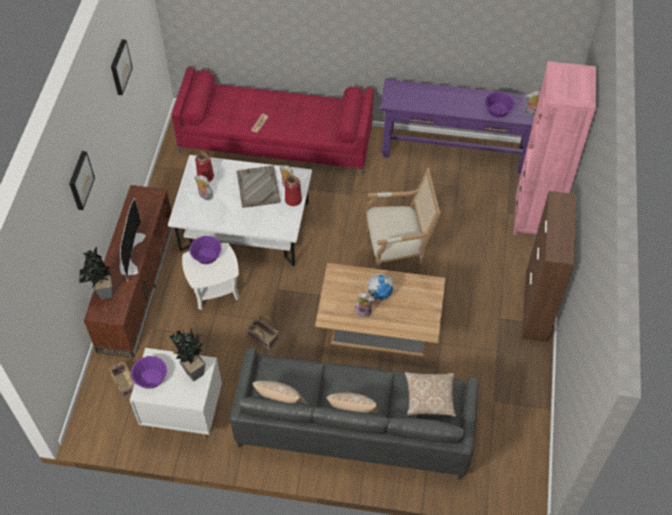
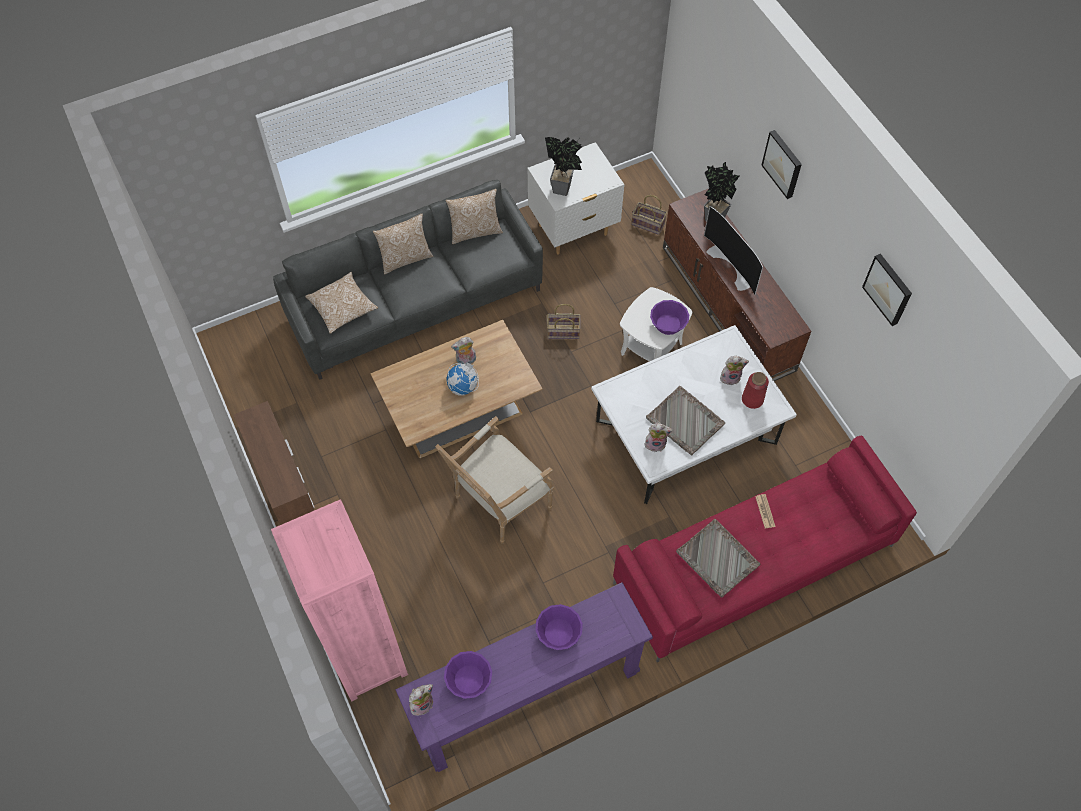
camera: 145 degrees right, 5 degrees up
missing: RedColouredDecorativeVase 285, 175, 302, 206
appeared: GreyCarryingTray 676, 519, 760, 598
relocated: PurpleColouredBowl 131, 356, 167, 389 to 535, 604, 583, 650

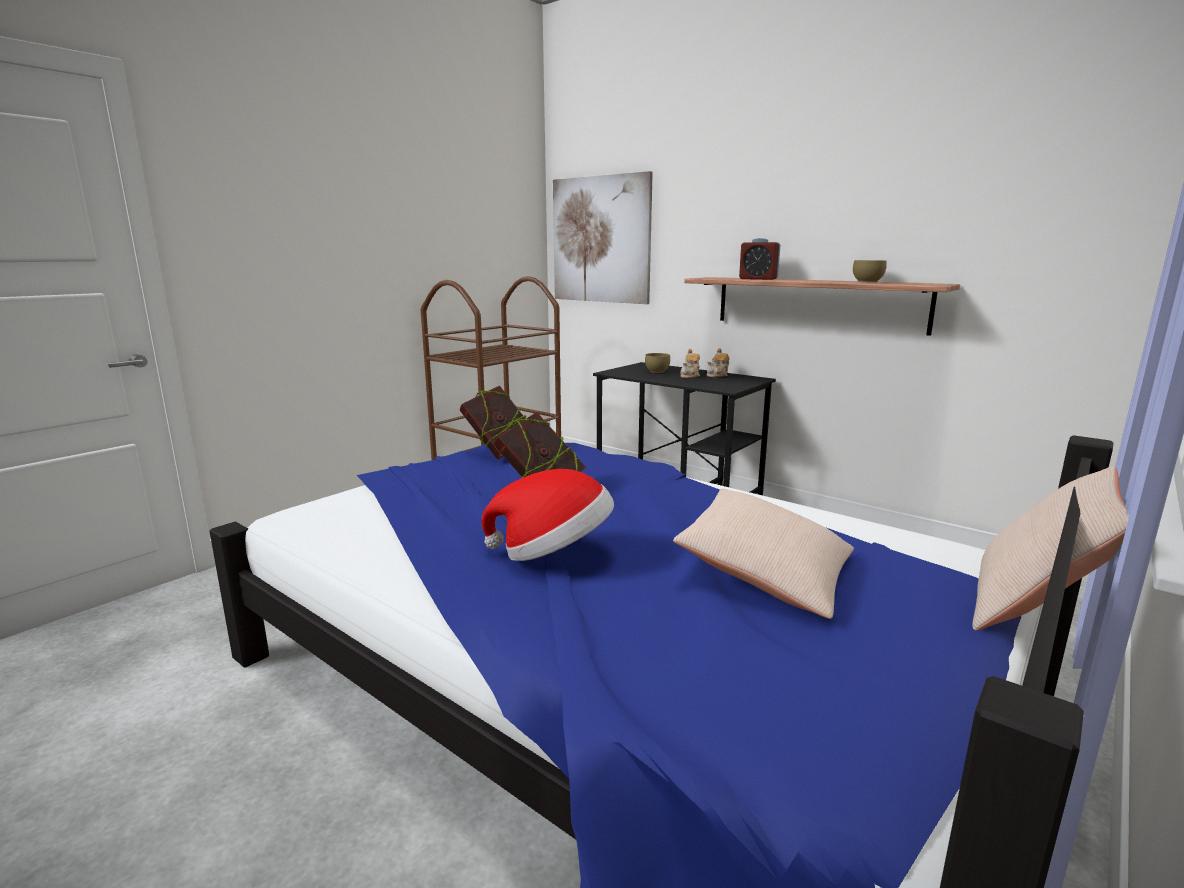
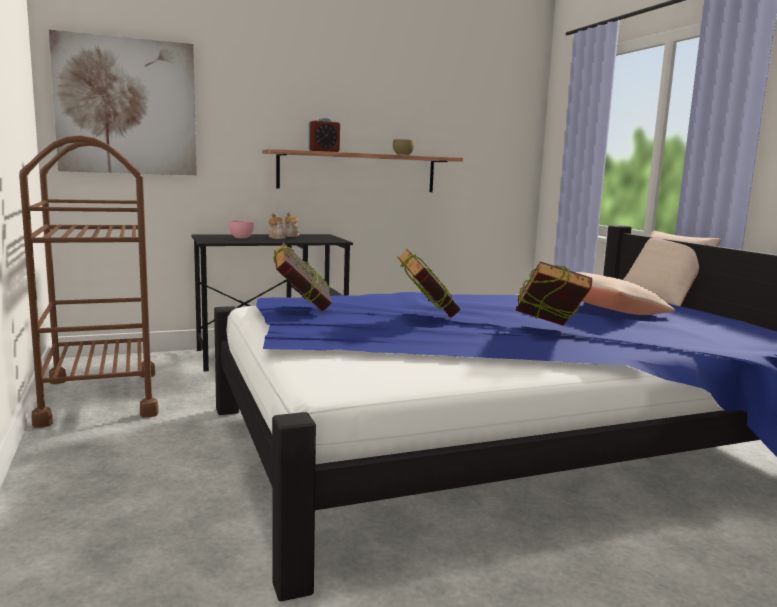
camera: 60 degrees left, 5 degrees down
exchanged: Hat 482, 469, 614, 561 to Volume 515, 262, 592, 326
colour: BrownBowl 645, 353, 670, 373 to PinkColouredBowl 229, 220, 254, 238

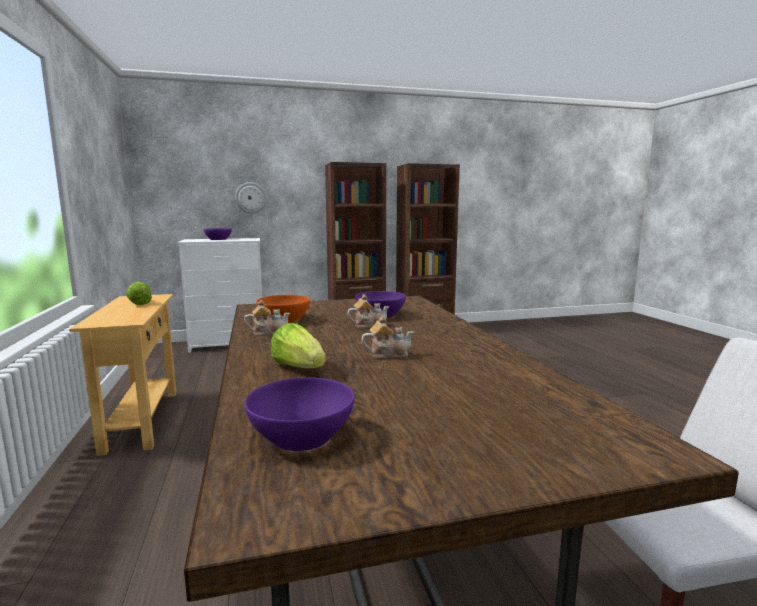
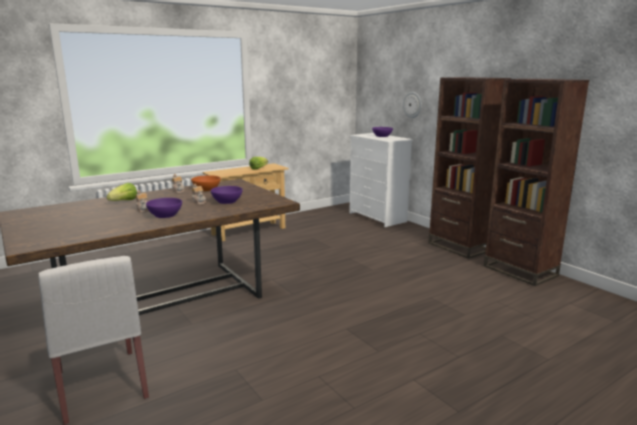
camera: 70 degrees right, 5 degrees up
relocated: PurpleColouredBowl 244, 377, 355, 451 to 146, 198, 182, 218

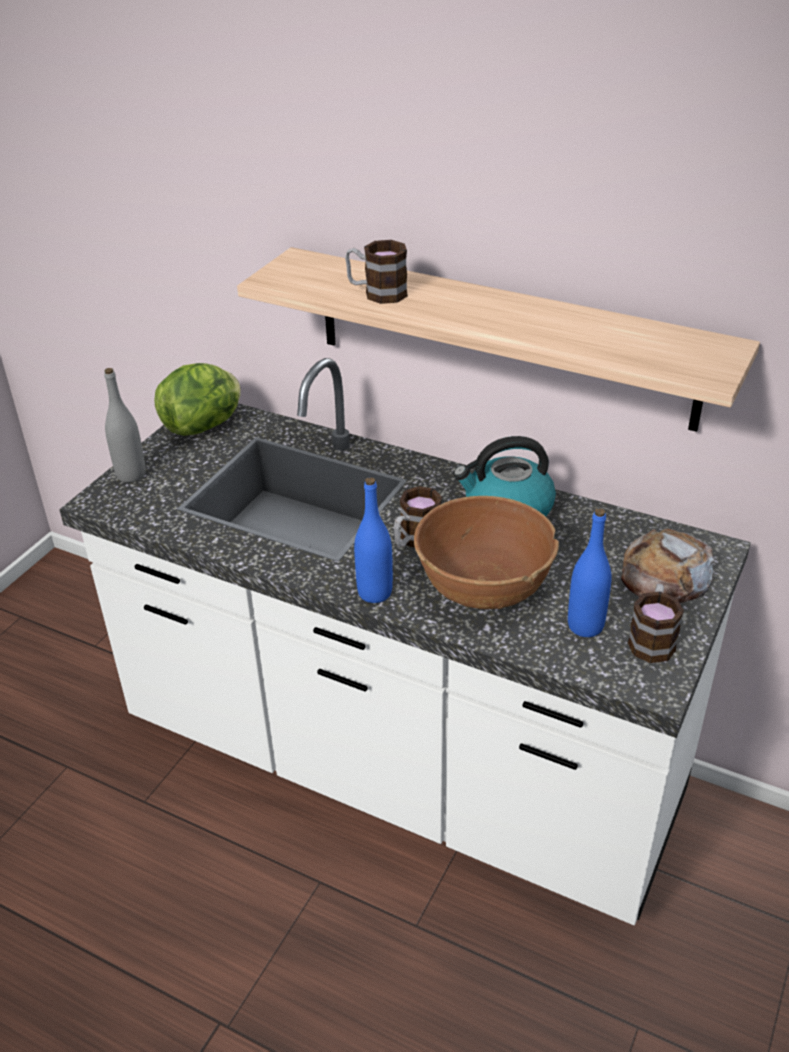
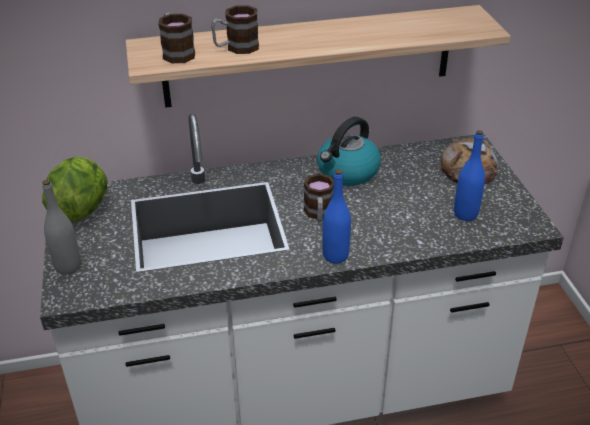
camera: 40 degrees left, 0 degrees up
missing: BrownBowl 414, 496, 559, 609
relocated: Mug 628, 584, 684, 663 to 158, 13, 195, 63

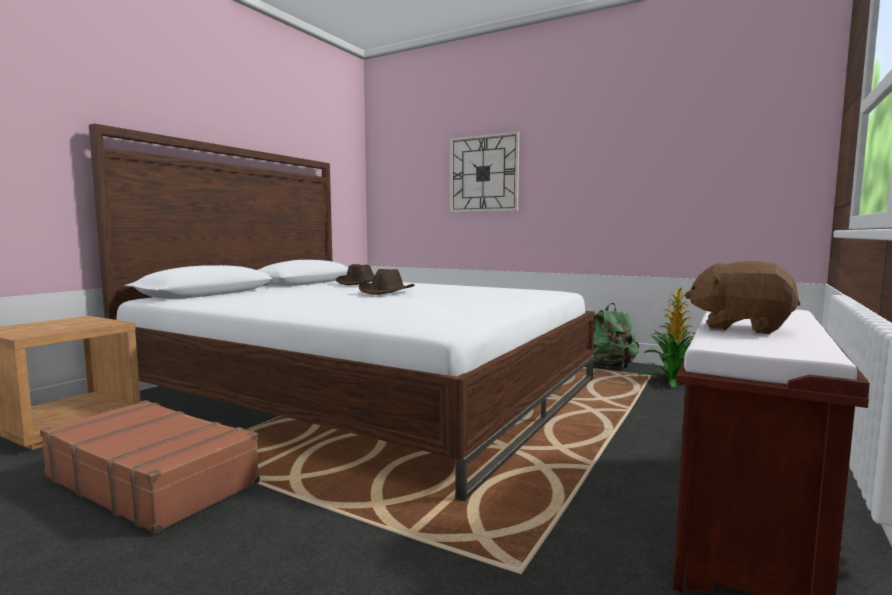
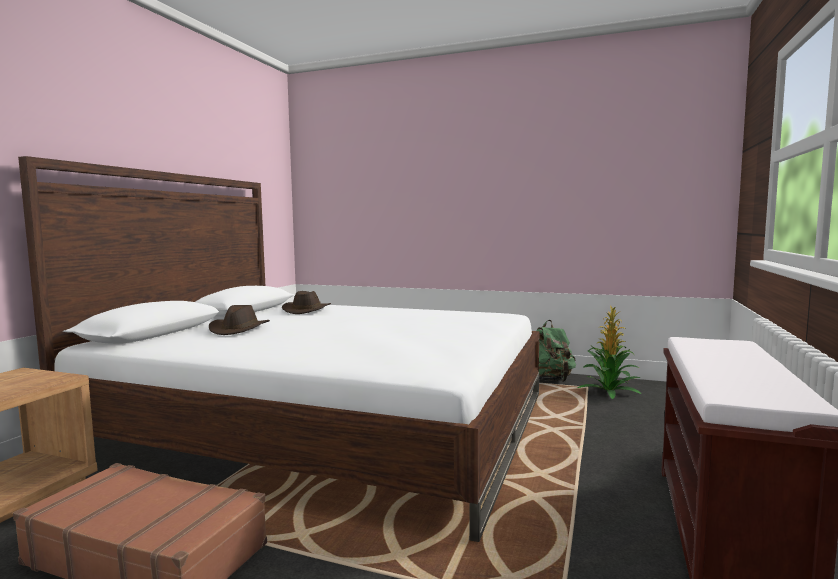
camera: 10 degrees left, 0 degrees up
missing: ClockOnTheWall 450, 131, 519, 212; BrownCuddlyToy 685, 261, 800, 334
relocated: BrownHat 359, 269, 415, 295 to 209, 305, 270, 335

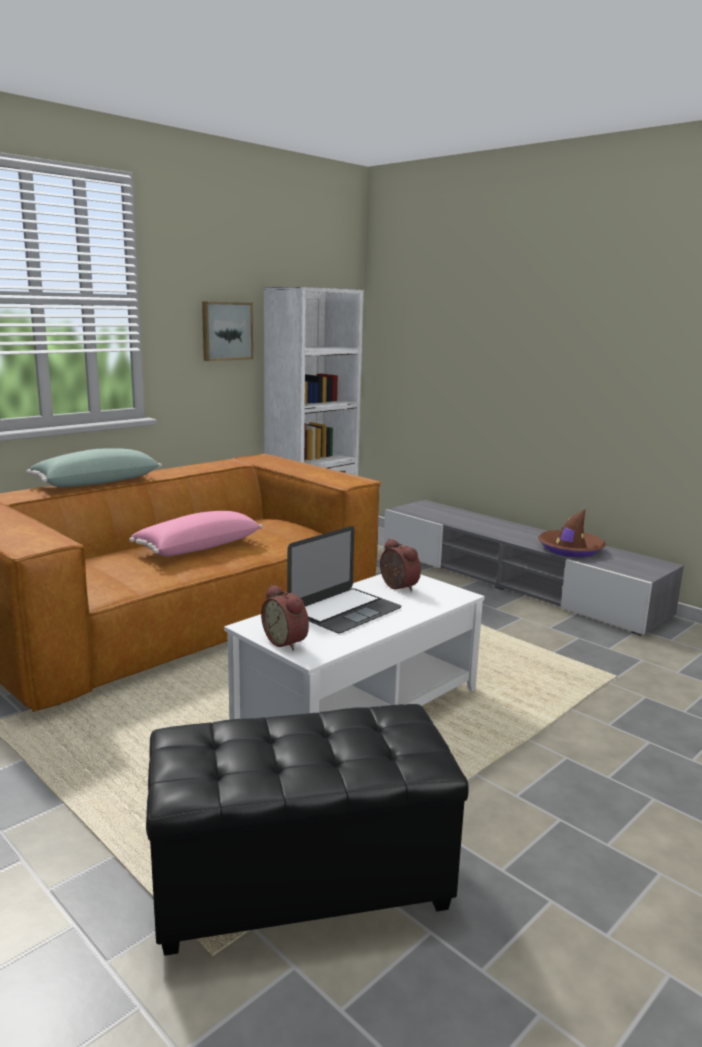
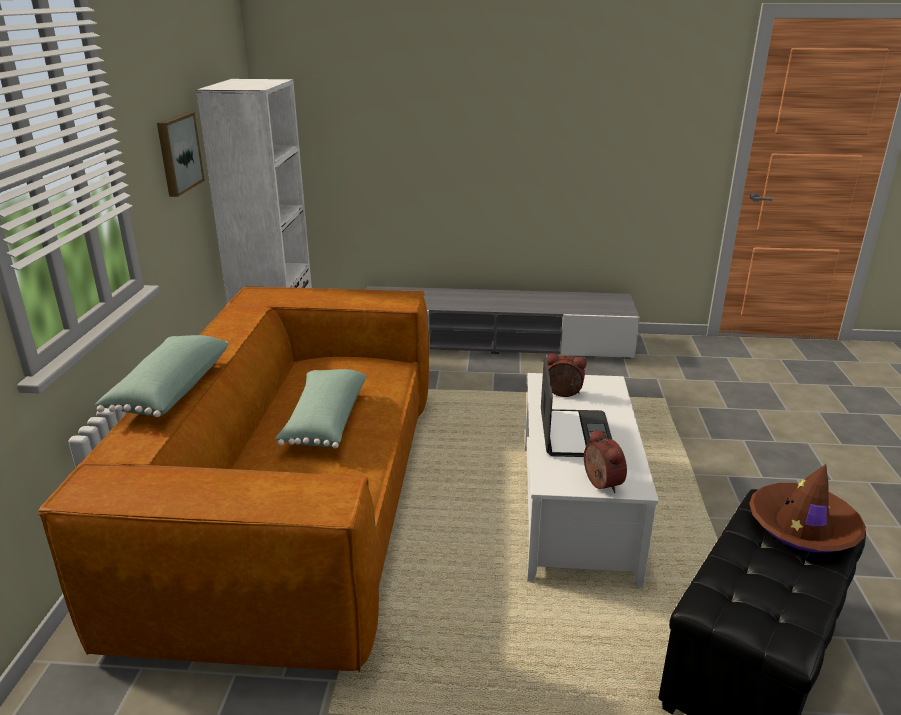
camera: 40 degrees left, 10 degrees up
relocated: BrownHat 538, 509, 606, 557 to 749, 464, 866, 553
colour: PinkColouredCushion 129, 511, 263, 556 to GreenishCushion 275, 369, 367, 449
spun: AlarmClock 261, 584, 309, 651 = 584, 429, 627, 493 120 degrees counterclockwise

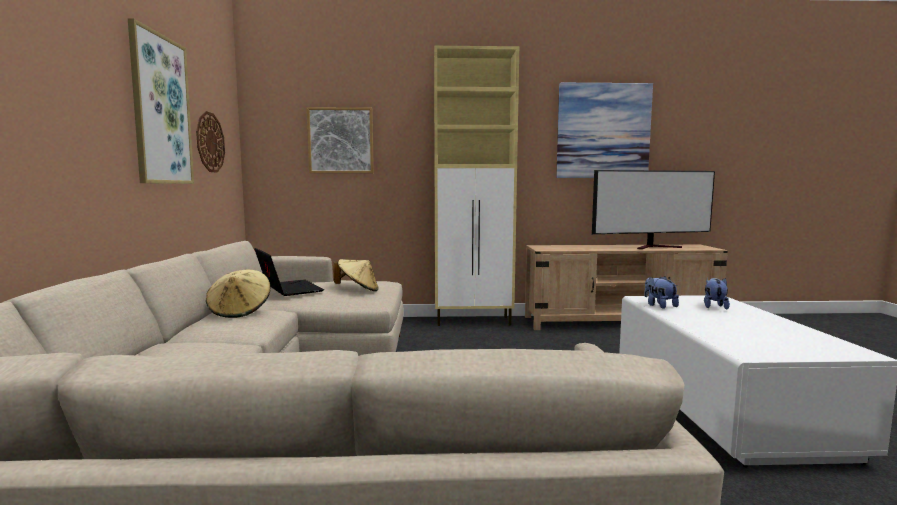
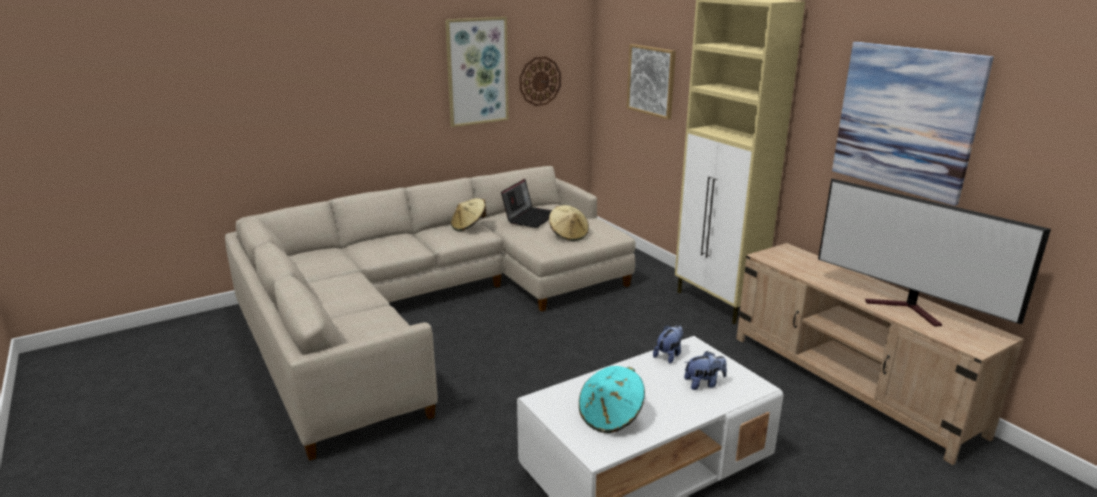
camera: 60 degrees right, 15 degrees up
appeared: TurquoiseColouredHat 579, 366, 645, 433

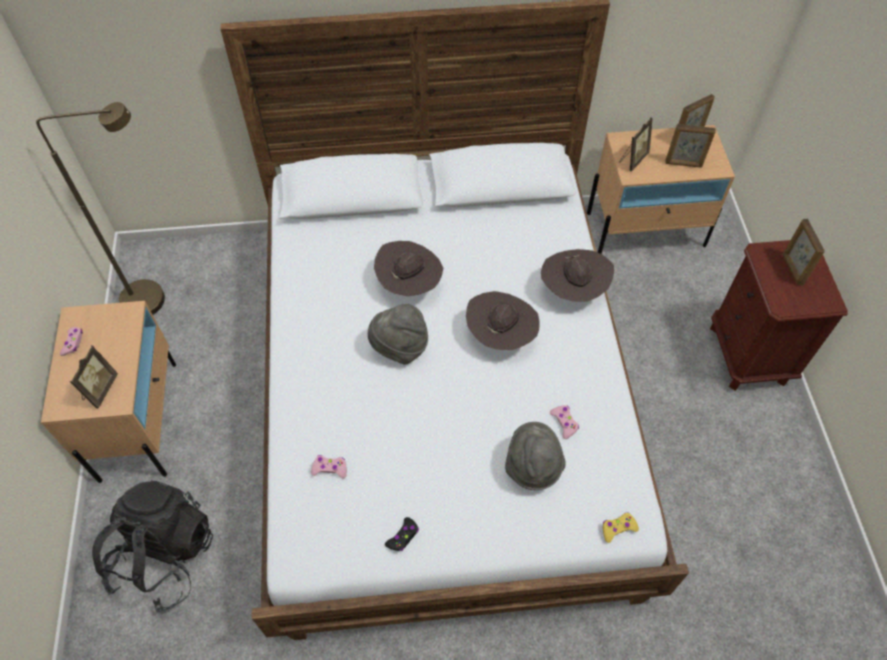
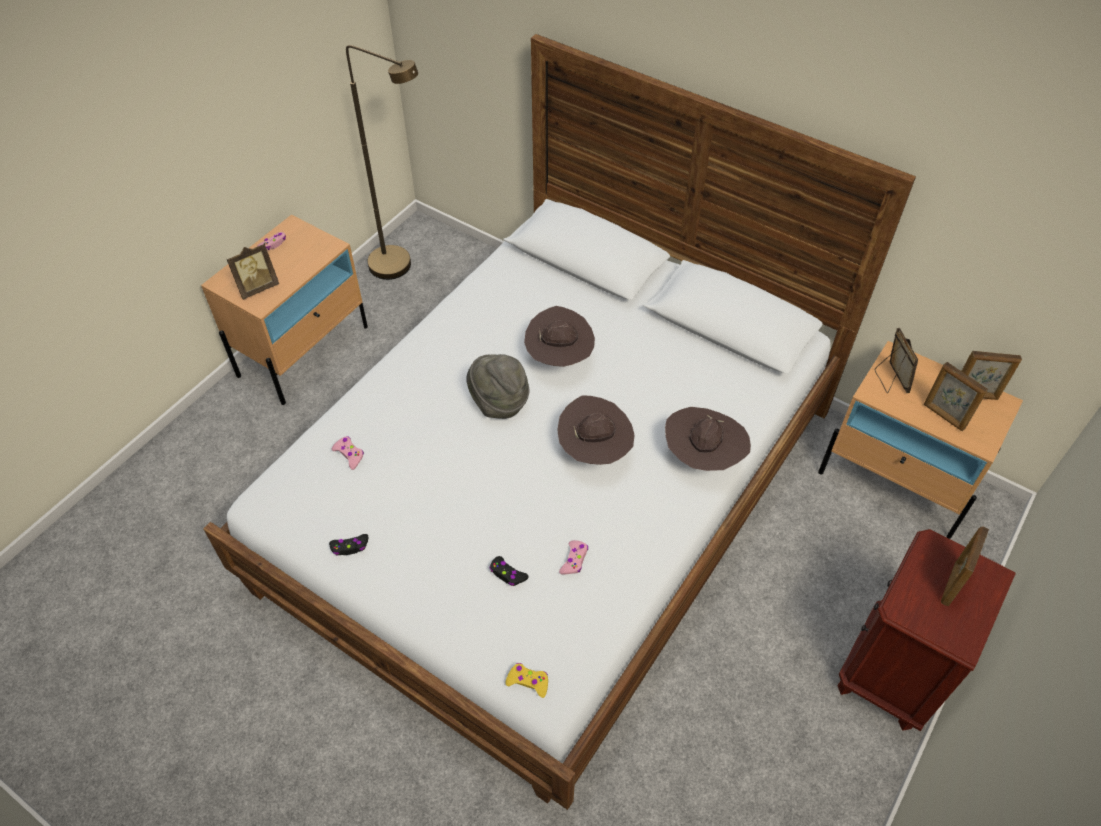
camera: 40 degrees right, 5 degrees down
missing: BlackRucksack 92, 479, 213, 613
exchanged: GreyHat 505, 422, 566, 490 to BlackGamepad 489, 556, 529, 586
spun: PhotoFrame 619, 117, 653, 172 = 875, 328, 918, 393 90 degrees counterclockwise

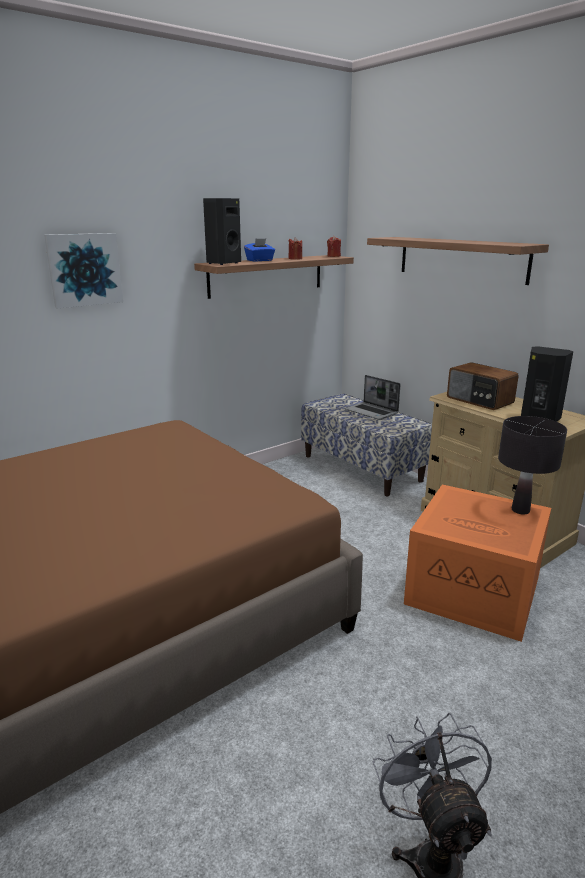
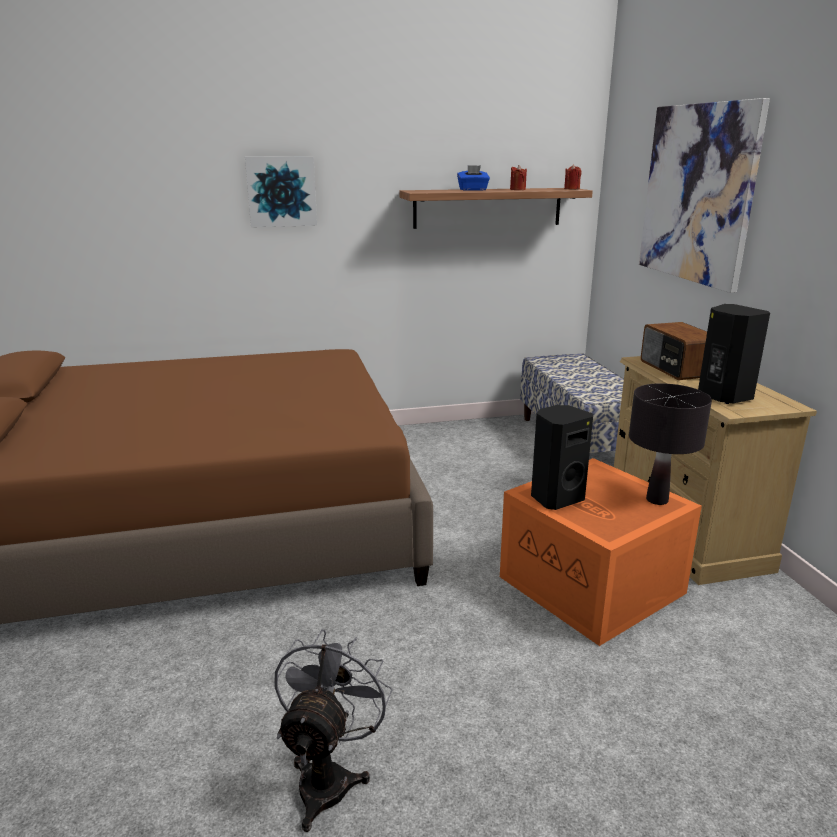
camera: 25 degrees right, 0 degrees up
missing: PortableComputer 345, 375, 400, 420
relocated: BlackAudioSpeaker 203, 198, 241, 265 to 531, 405, 593, 510
exchanged: BracketShelf 367, 237, 549, 285 to Picture 639, 98, 770, 293

